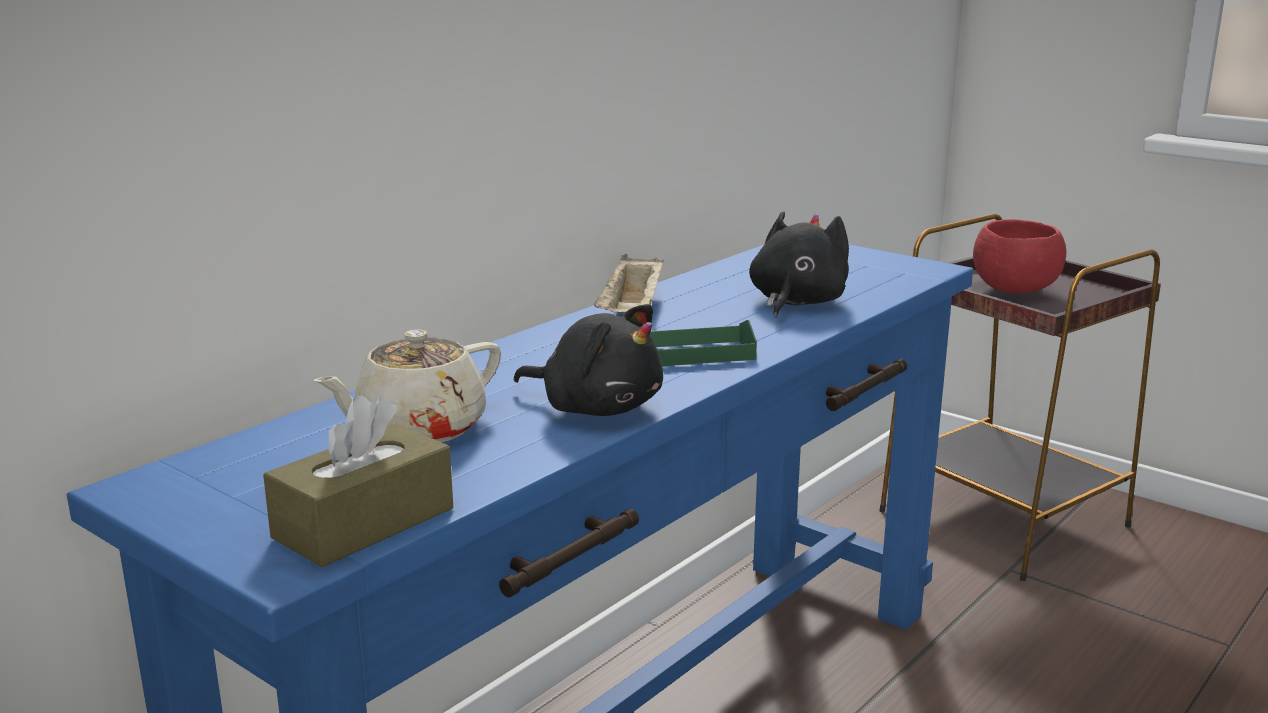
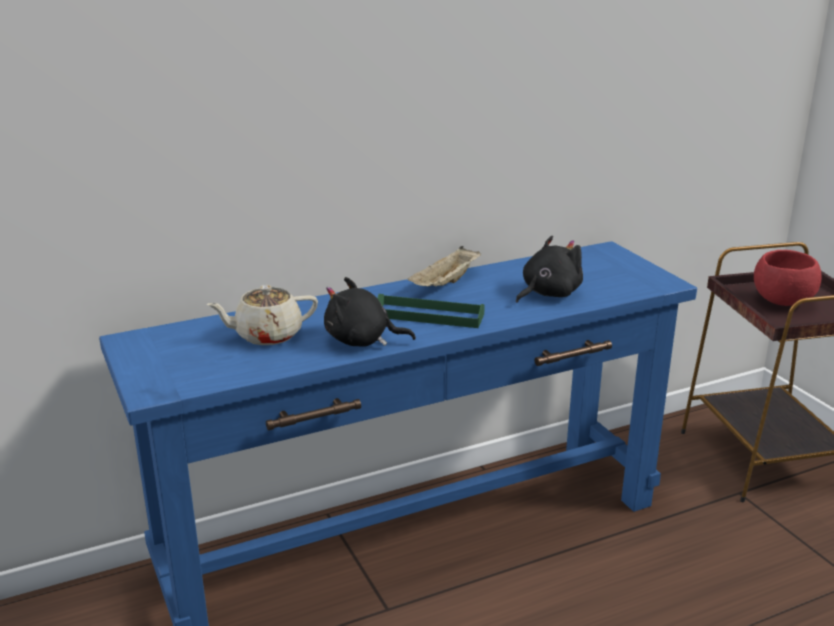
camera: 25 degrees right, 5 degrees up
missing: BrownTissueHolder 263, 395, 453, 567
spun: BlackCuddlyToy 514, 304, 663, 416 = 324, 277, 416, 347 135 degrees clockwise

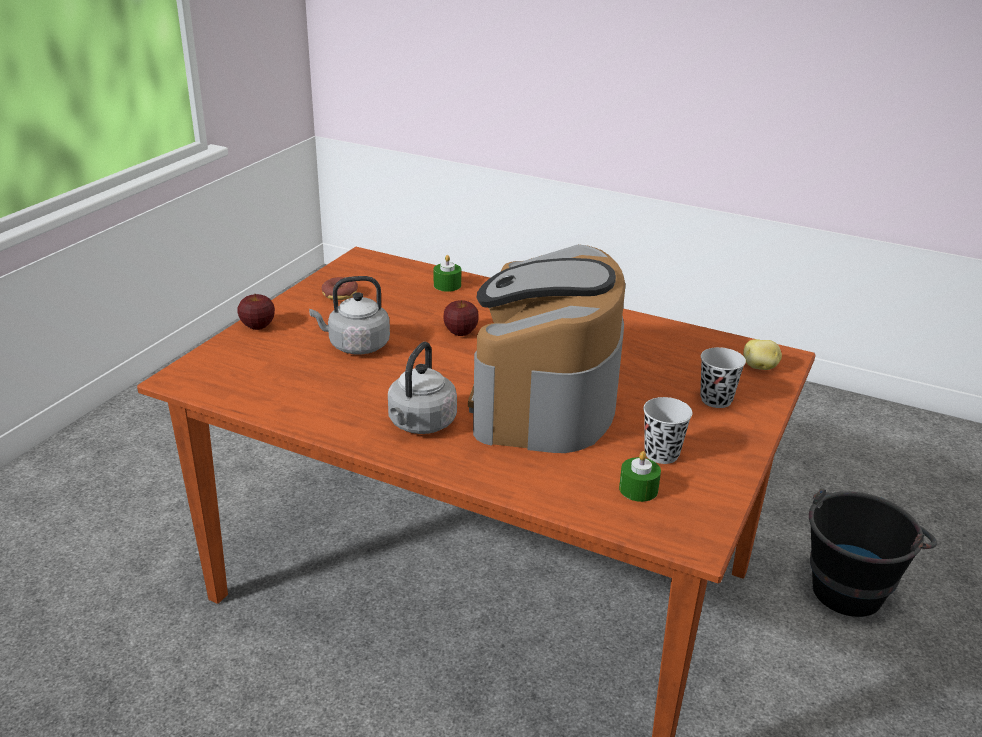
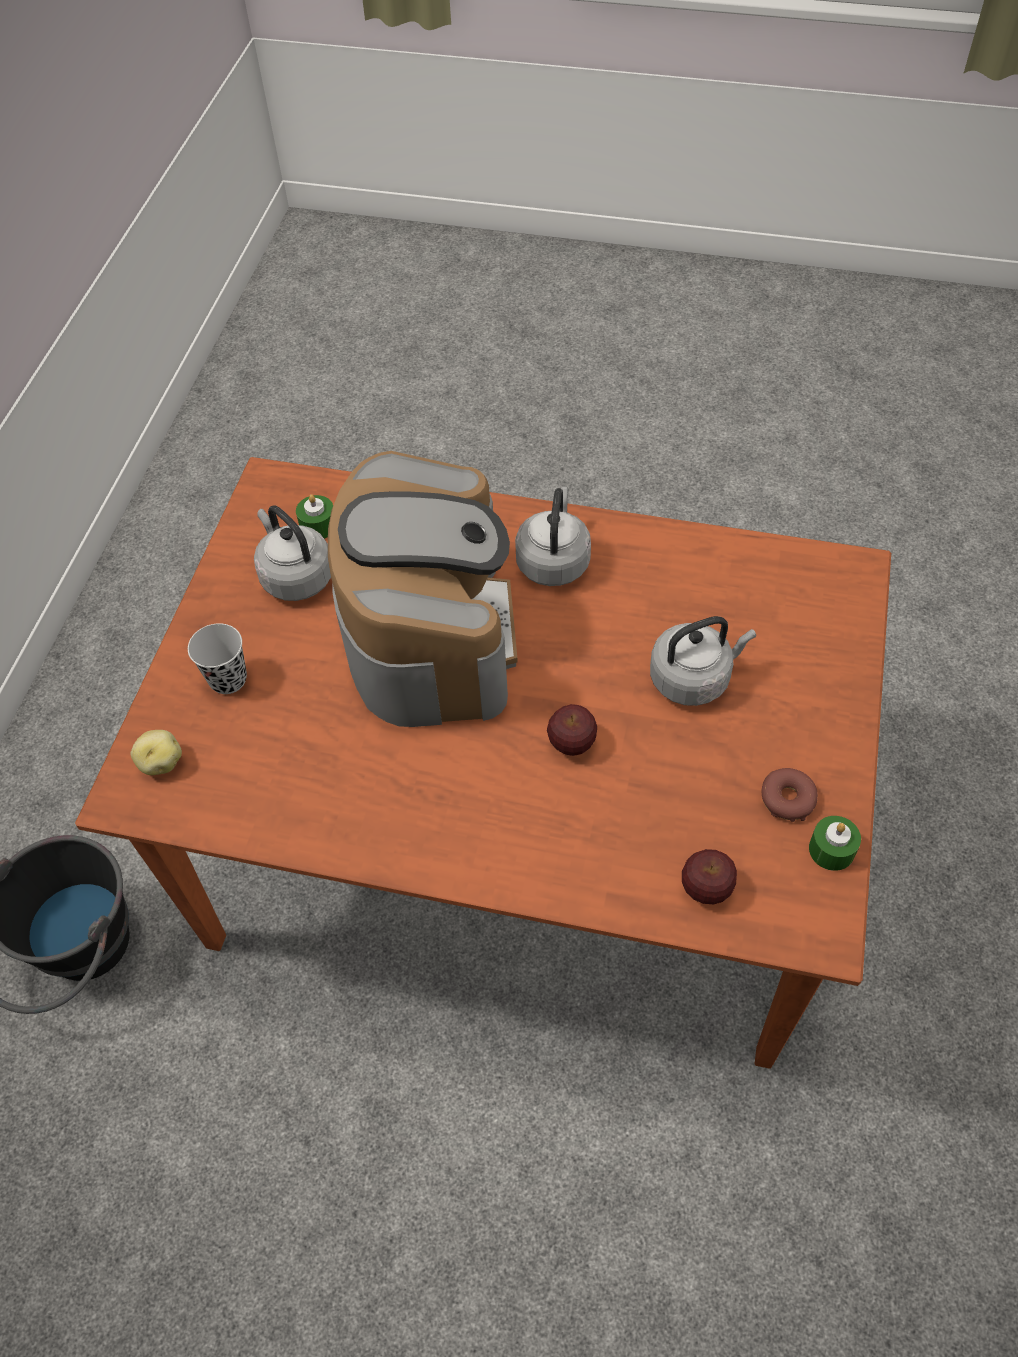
camera: 170 degrees right, 25 degrees up
relocated: Apple 237, 294, 275, 330 to 682, 849, 737, 904; GreenishWaxLight 434, 255, 461, 292 to 809, 816, 861, 871
exchanged: BlackDrinkingCup 643, 397, 693, 464 to GreyTeaKettle 254, 506, 331, 601

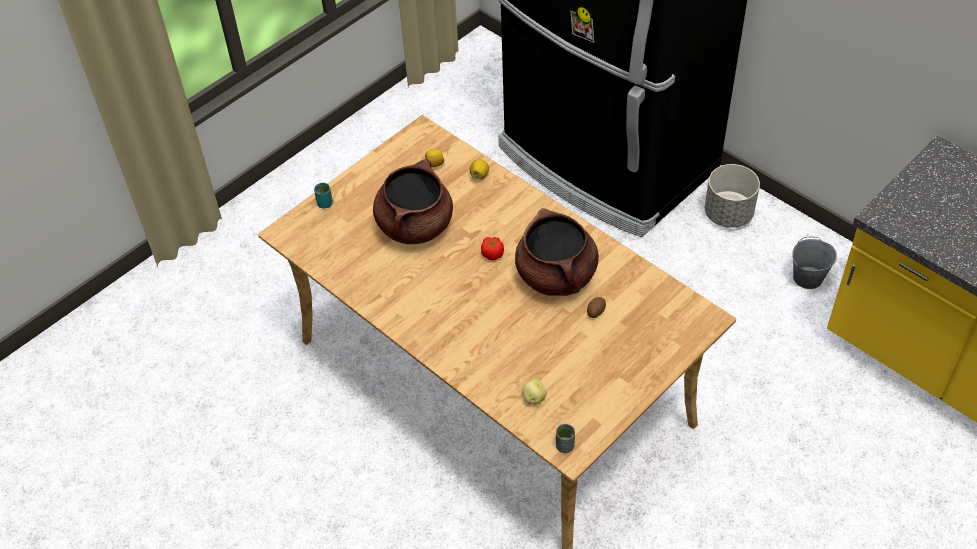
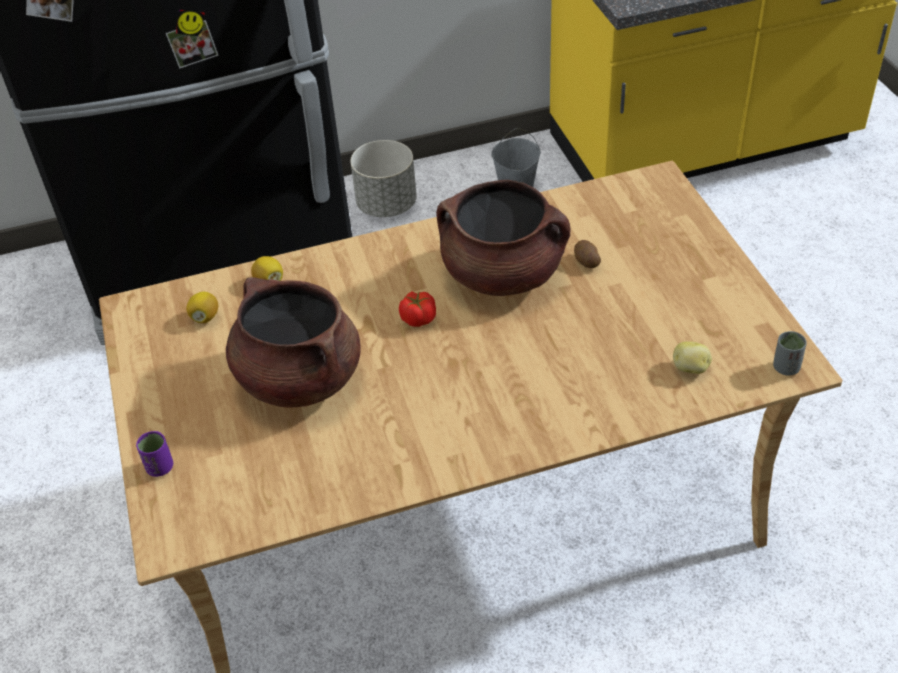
camera: 60 degrees left, 5 degrees down
colour: TurquoiseColouredDrinkingCup 314, 183, 333, 209 to PurpleColouredDrinkingCup 136, 431, 173, 477

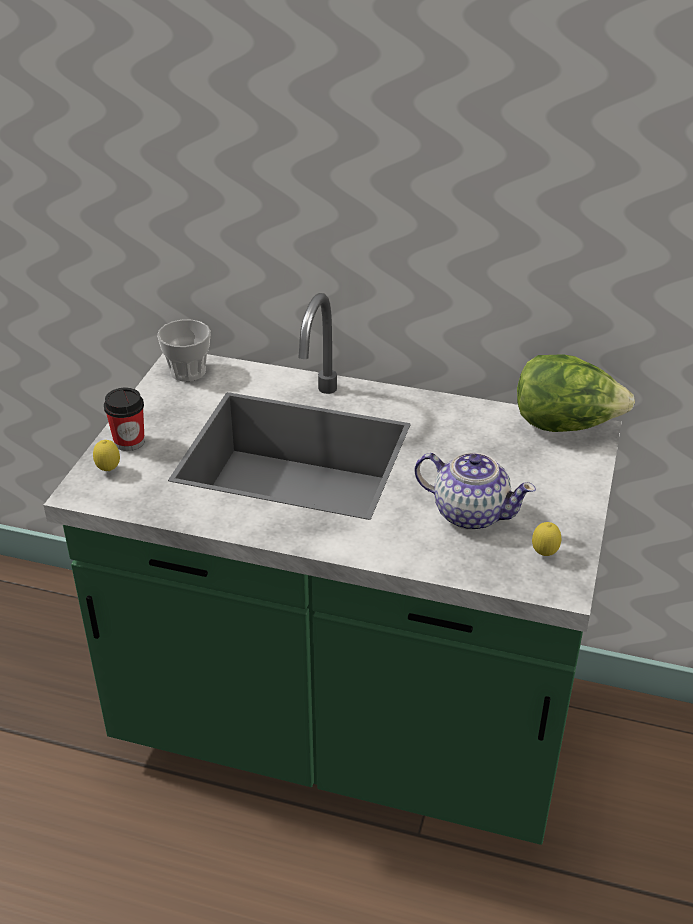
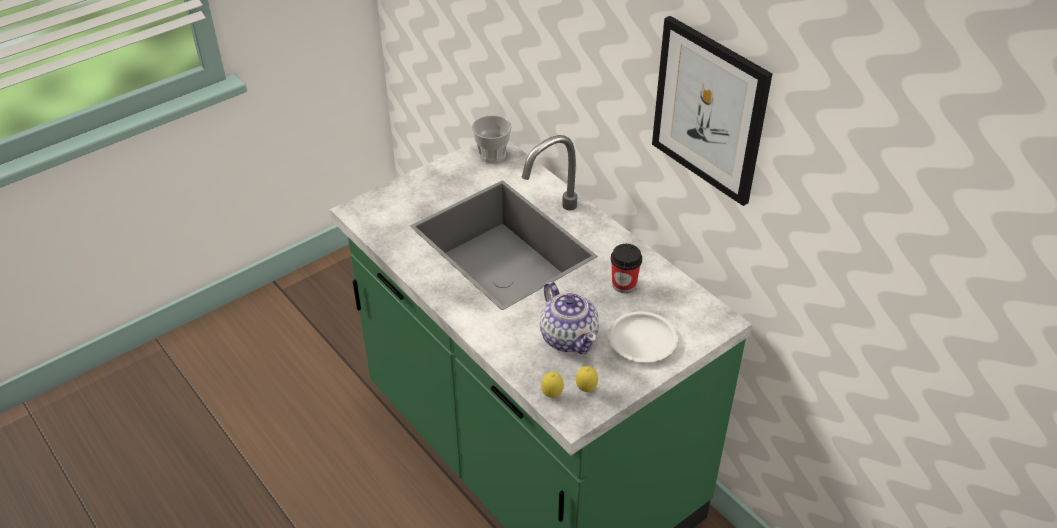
camera: 35 degrees right, 5 degrees up
missing: HeadOfLettuce 517, 354, 635, 432
appeared: WhiteColouredFlatDish 609, 311, 678, 362; Picture 652, 16, 772, 206
relocated: CitrusFruit 93, 440, 120, 471 to 541, 372, 564, 398; DrinkingCup 104, 388, 144, 451 to 611, 244, 642, 293

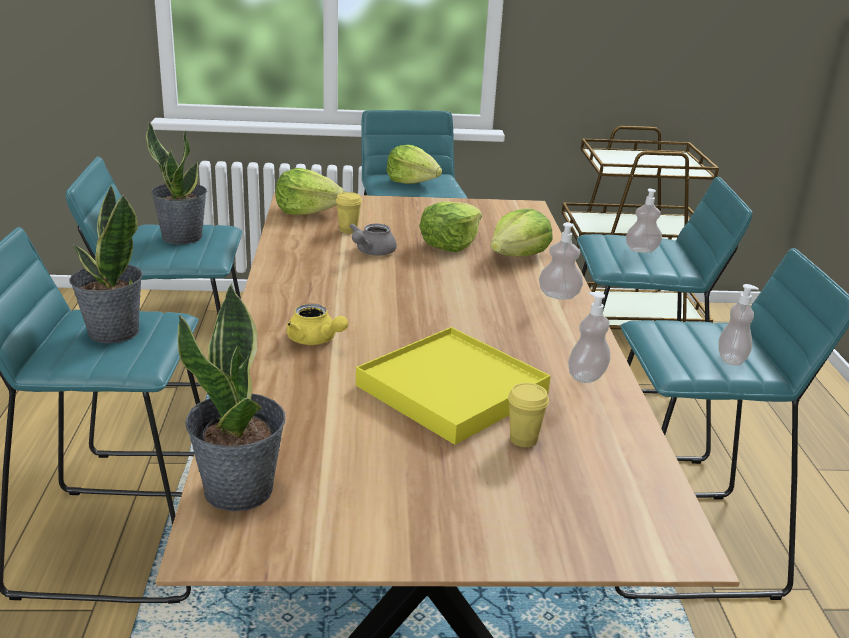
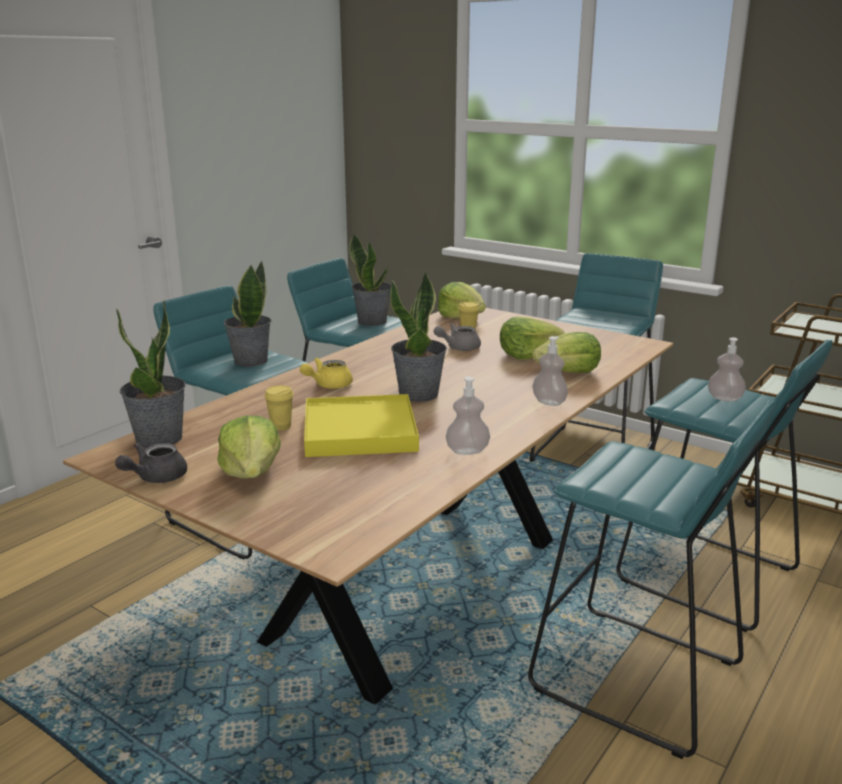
camera: 40 degrees right, 5 degrees down
missing: SoapDispenser 718, 284, 759, 366
appeared: GreyTeapot 115, 443, 187, 483; PottedPlant 390, 271, 447, 402
relocated: HeadOfLettuce 386, 145, 442, 184 to 217, 416, 281, 479; YellowColouredDrinkingCup 508, 383, 549, 447 to 264, 385, 294, 431
spun: YellowColouredTeapot 287, 304, 348, 345 = 300, 358, 353, 389 60 degrees clockwise

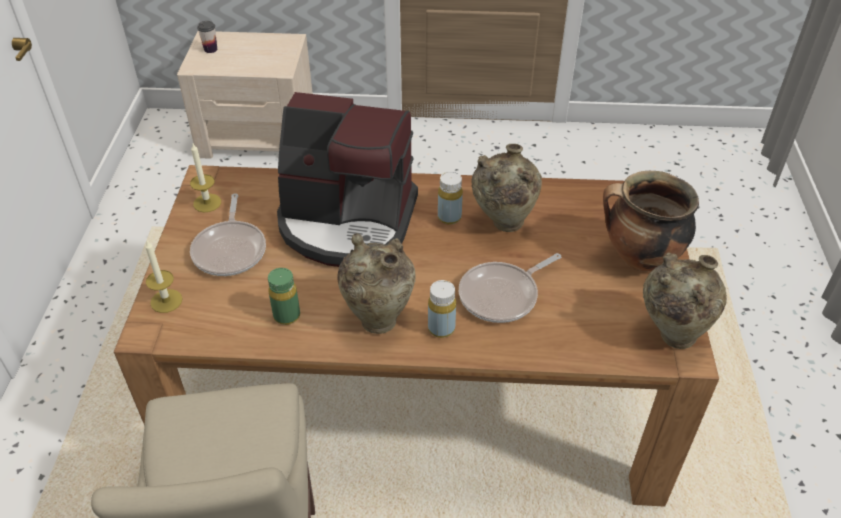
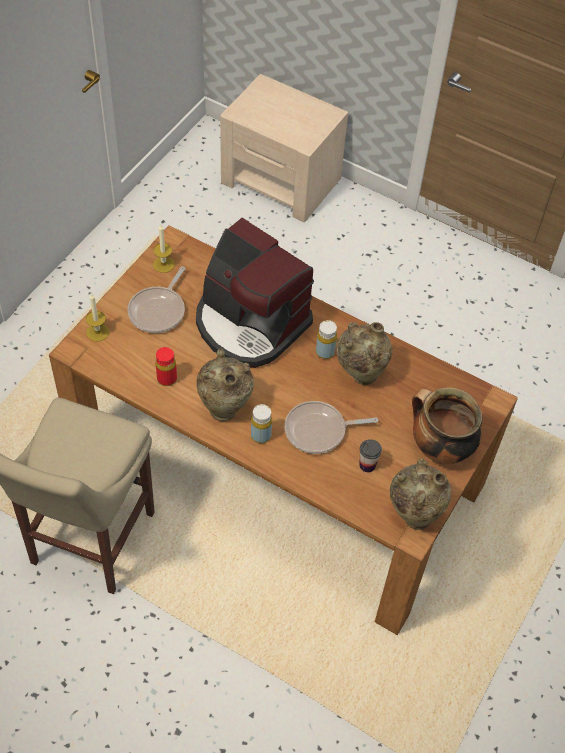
camera: 25 degrees right, 10 degrees up
relocated: DrinkingCup 197, 21, 217, 53 to 359, 439, 382, 472
colour: GreenishBottle 268, 268, 300, 325 to RedColouredBottle 156, 347, 177, 386

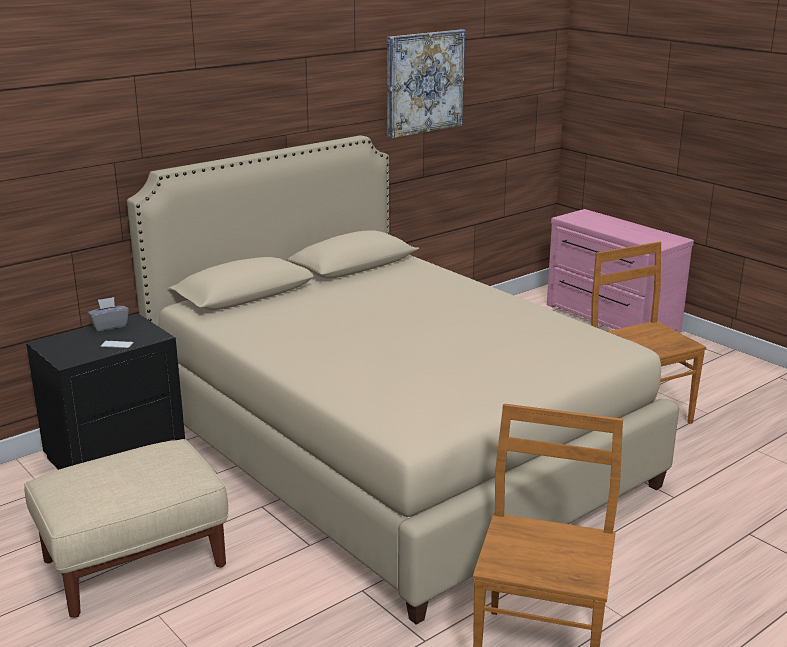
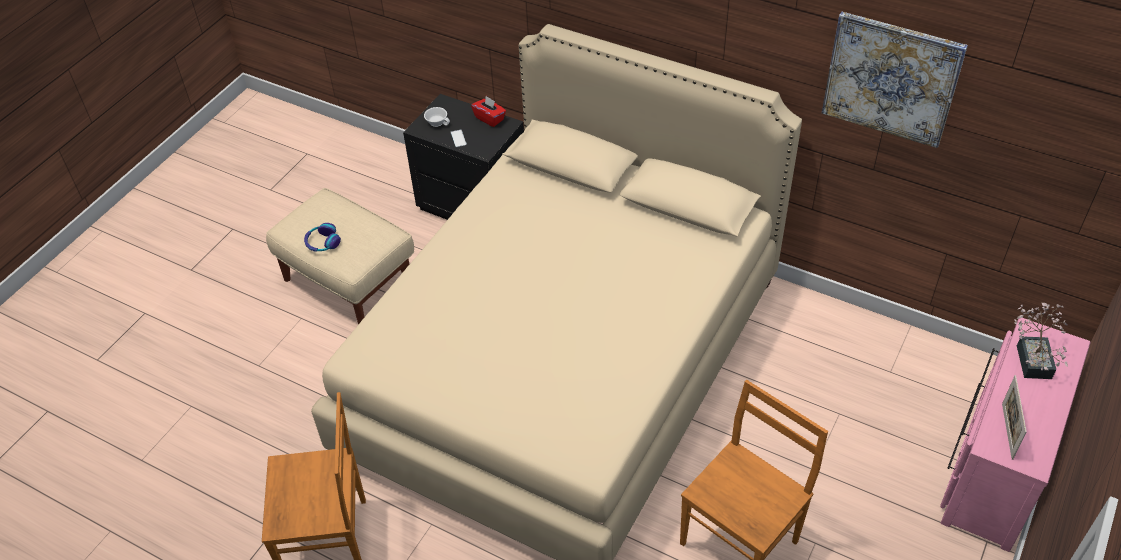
camera: 70 degrees right, 25 degrees up
appeared: Headphones 304, 223, 341, 252; WhiteColouredDrinkingCup 424, 107, 450, 127; PhotoFrame 1002, 375, 1027, 460; PottedPlant 1014, 303, 1068, 379
colour: GreyTissueHolder 88, 297, 129, 331 to RedColouredTissueHolder 471, 96, 506, 127

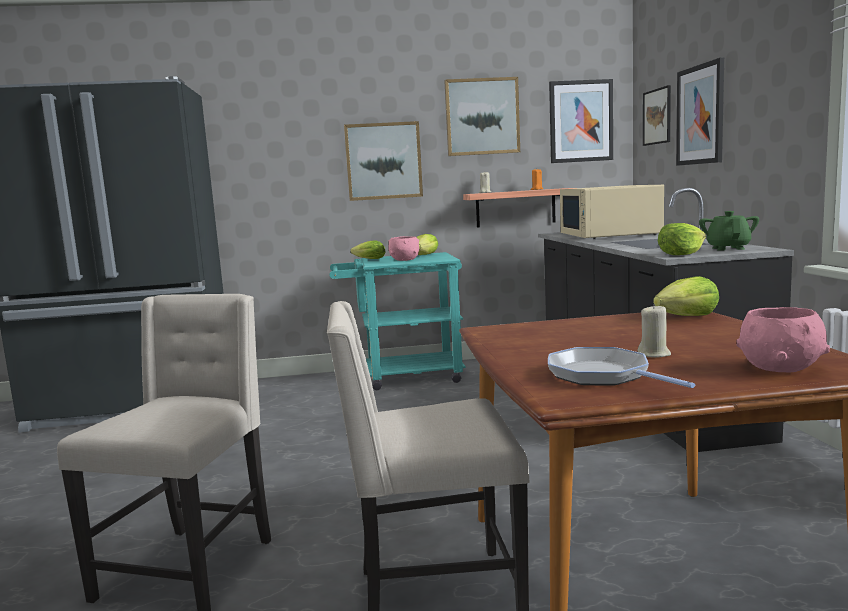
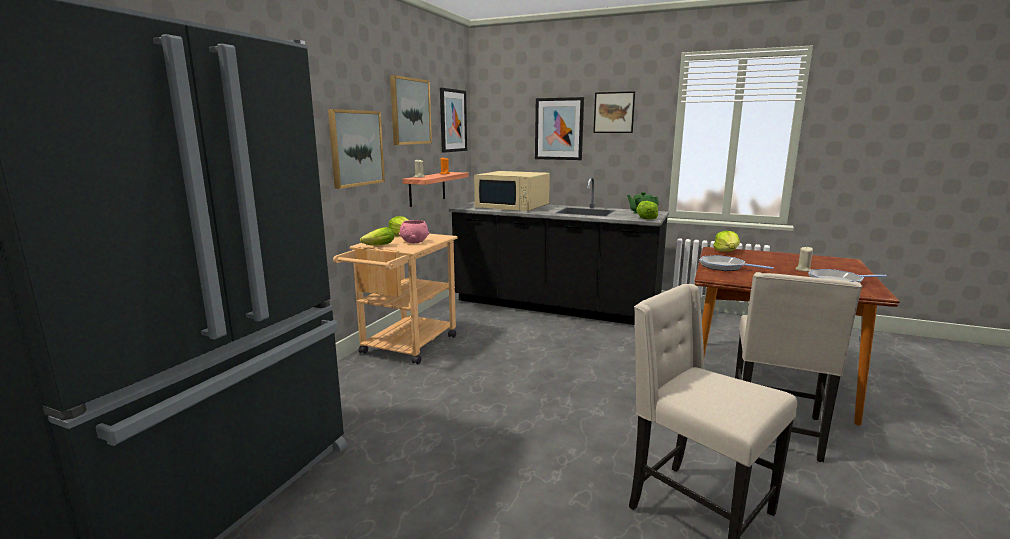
camera: 60 degrees left, 5 degrees up
missing: PinkColouredBowl 736, 307, 830, 373
appeared: FryingPan 699, 255, 774, 271
relocated: Picture 643, 85, 671, 146 to 593, 91, 635, 133
colour: TurquoiseColouredWheeledCart 329, 252, 466, 390 to BeigeColouredWheeledCart 333, 234, 457, 364

